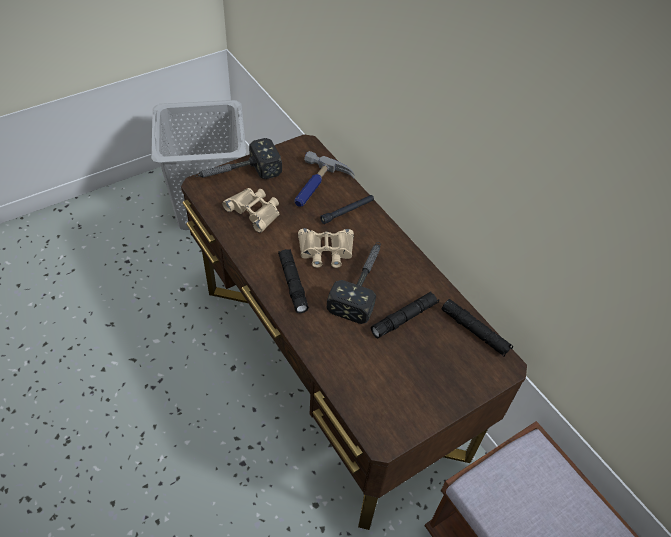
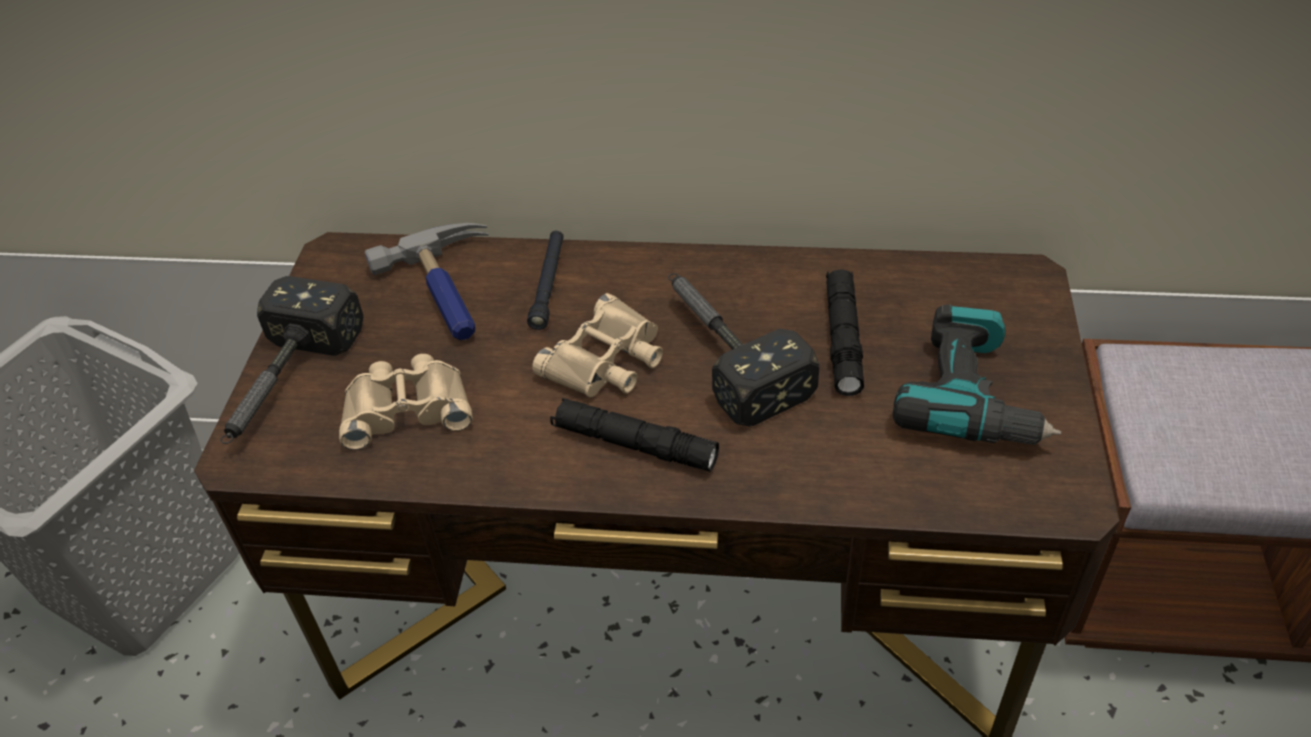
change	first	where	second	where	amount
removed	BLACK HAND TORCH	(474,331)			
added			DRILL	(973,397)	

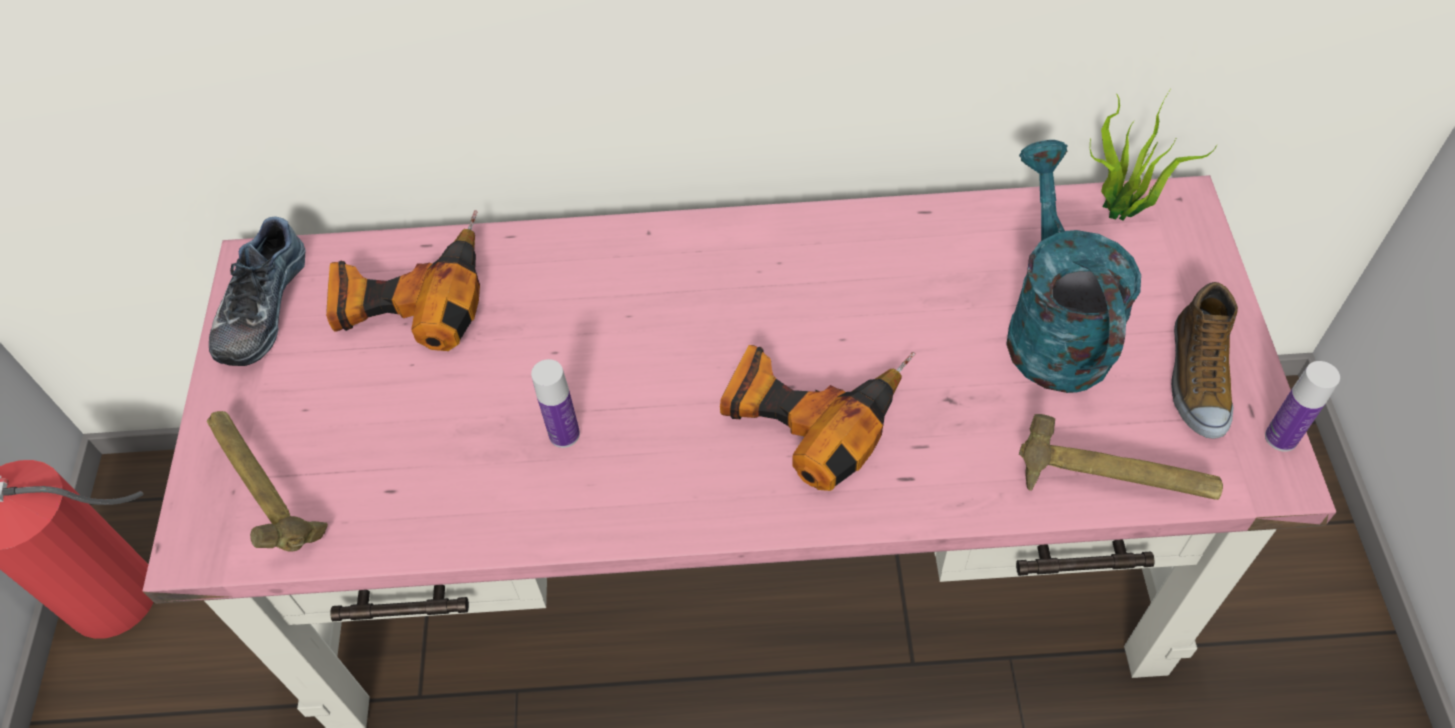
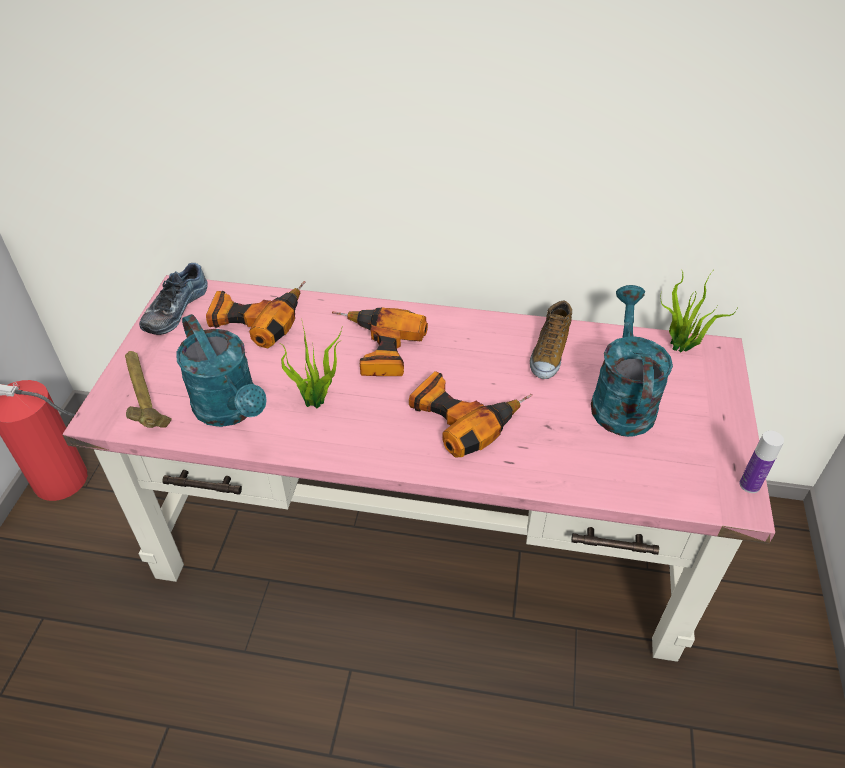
change	first	where	second	where	amount
replaced	DRINK BOTTLE	(564,434)	HOUSEPLANT	(317,401)	
removed	HAND HAMMER	(1112,484)			
moved	ITEM OF FOOTWEAR	(1196,378)		(548,353)	
added			TURQUOISE-COLOURED SPRINKLING CAN	(231,410)	
added			DRILL	(378,350)	

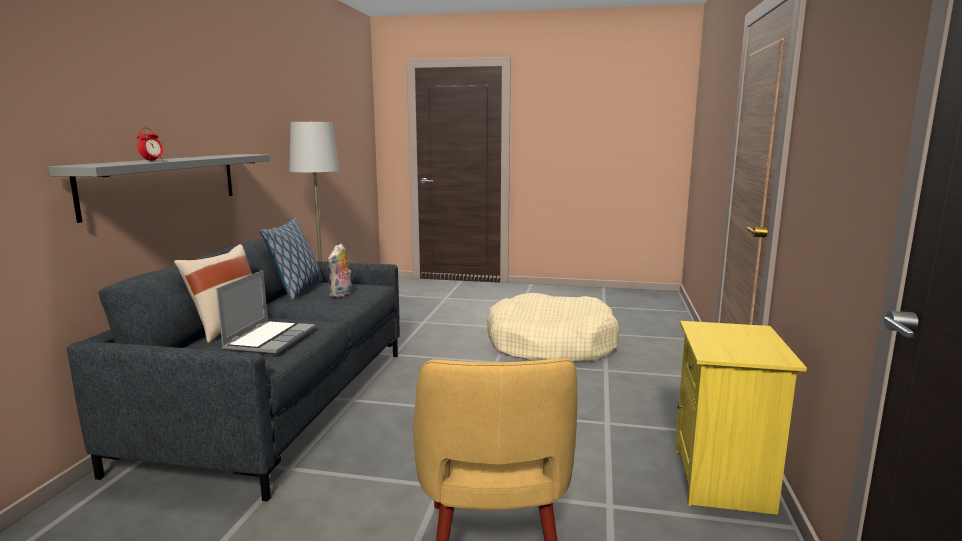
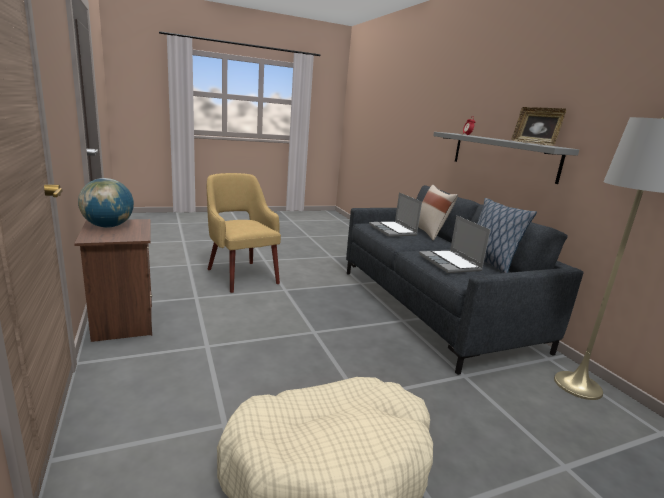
change	first	where	second	where	amount
replaced	CUDDLY TOY	(341,294)	PORTABLE COMPUTER	(450,263)	
recoloured	YELLOW BEDSIDE TABLE	(724,480)	BROWN BEDSIDE TABLE	(122,322)	
added			DESK GLOBE	(108,226)	
added			PICTURE FRAME	(534,143)	

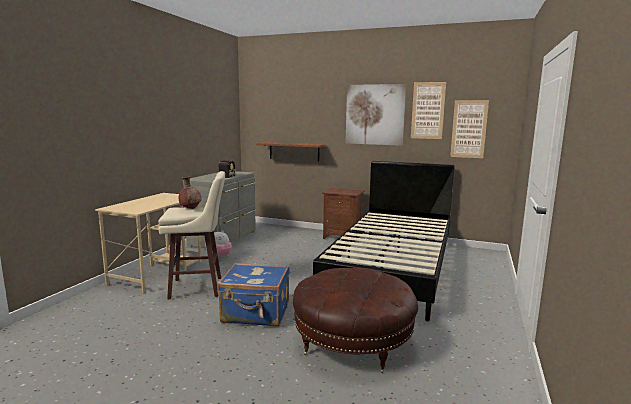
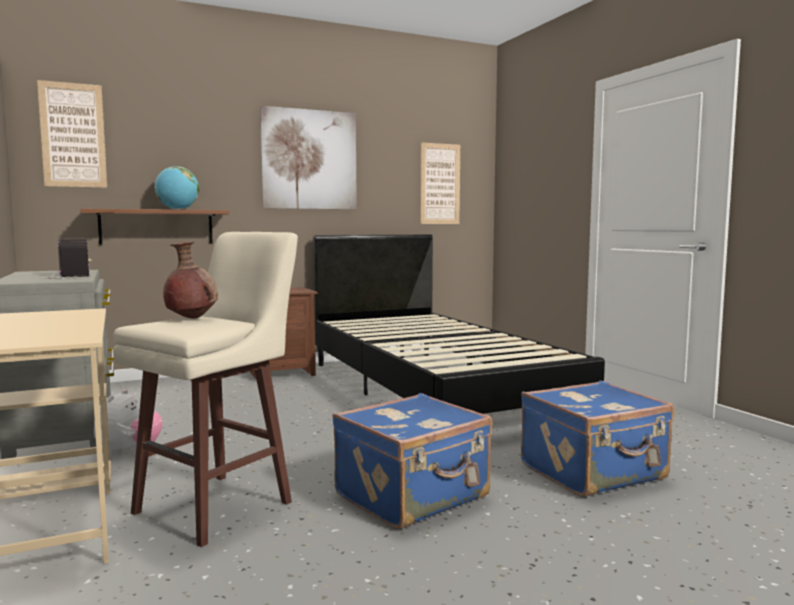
change	first	where	second	where	amount
replaced	BROWN FOOTREST	(352,342)	BLUE PIECE OF LUGGAGE	(594,472)	
moved	PICTURE	(428,110)		(73,135)	
added			DESK GLOBE	(178,209)	

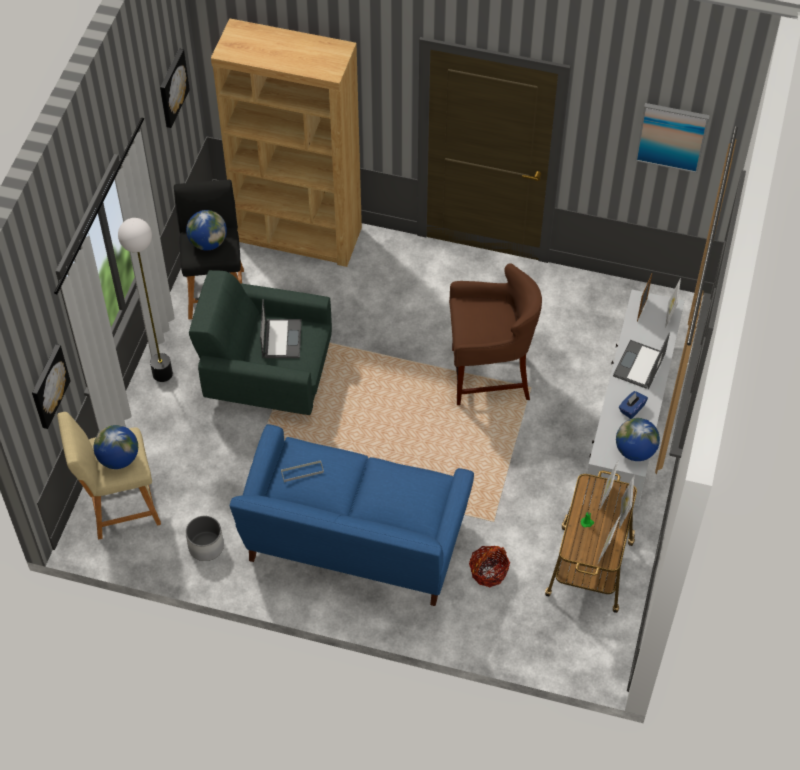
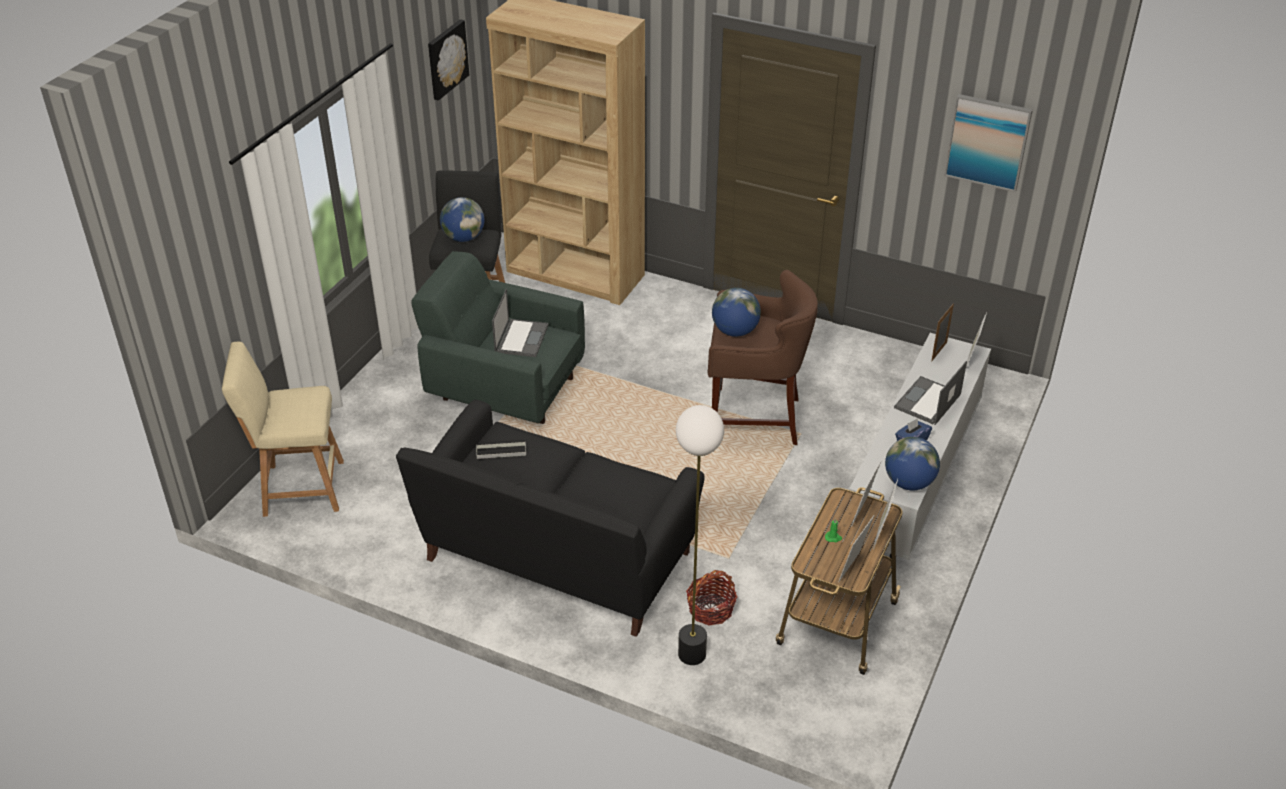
change	first	where	second	where	amount
removed	PICTURE	(48,385)			
moved	DESK GLOBE	(119,458)		(735,331)	
moved	STANDING LAMP	(162,374)		(691,654)	
removed	WHITE-COLOURED PLANTER	(206,546)			
recoloured	BLUE SETTEE	(354,543)	BLACK SETTEE	(555,558)	

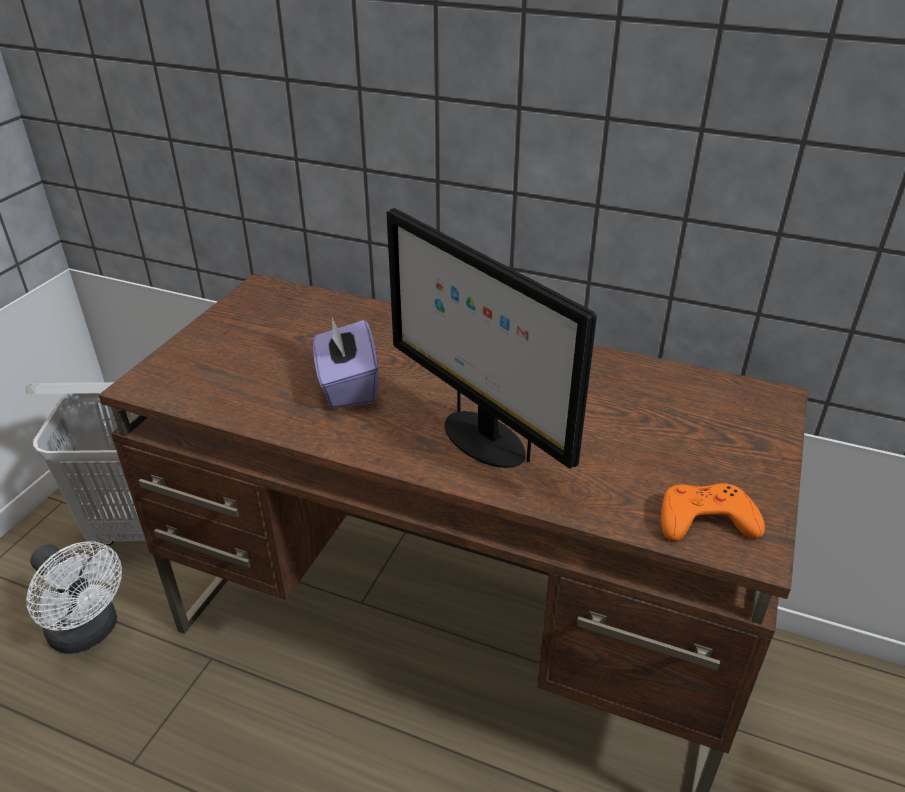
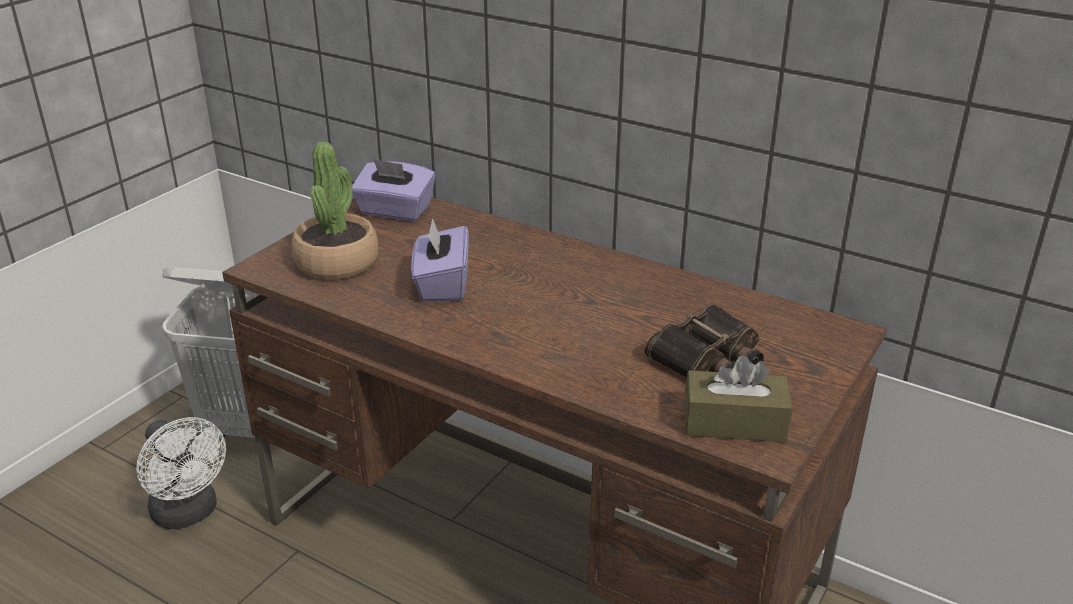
change	first	where	second	where	amount
removed	COMPUTER SCREEN	(481,438)			
replaced	ORANGE-COLOURED JOYPAD	(705,520)	BROWN BOX OF TISSUES	(734,423)	
added			HOUSEPLANT	(337,262)	
added			PURPLE-COLOURED BOX OF TISSUES	(395,211)	
added			PAIR OF BINOCULARS	(709,359)	

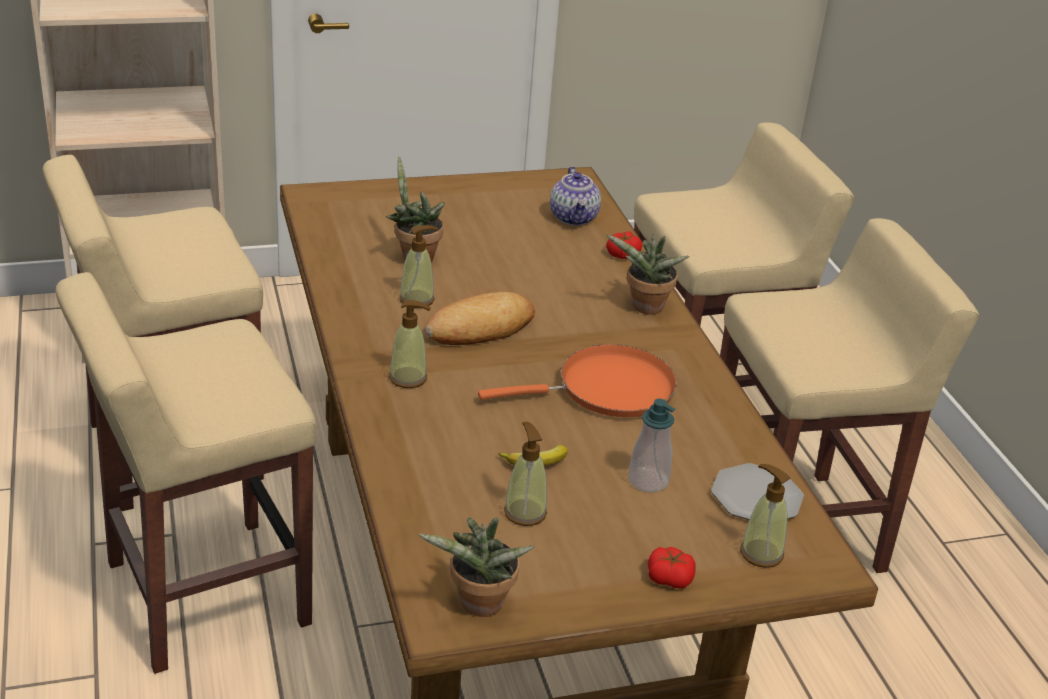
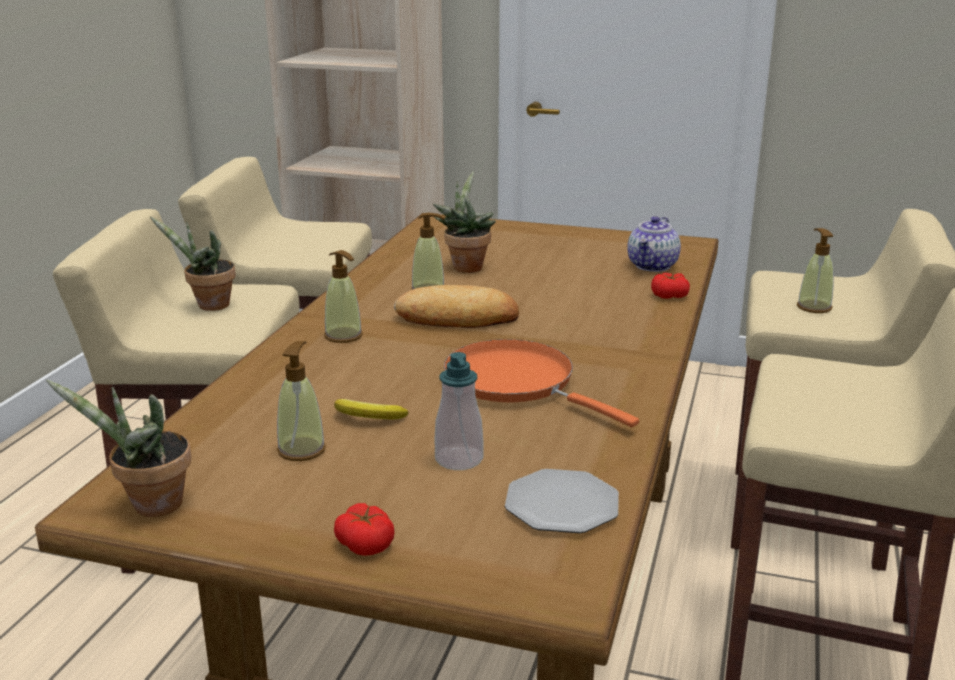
change	first	where	second	where	amount
turned	ORANGE-COLOURED PAN	(607,389)		(516,383)	150 degrees counterclockwise
moved	HOUSEPLANT	(644,308)		(208,306)	
moved	LIQUID SOAP BOTTLE	(761,553)		(814,307)	

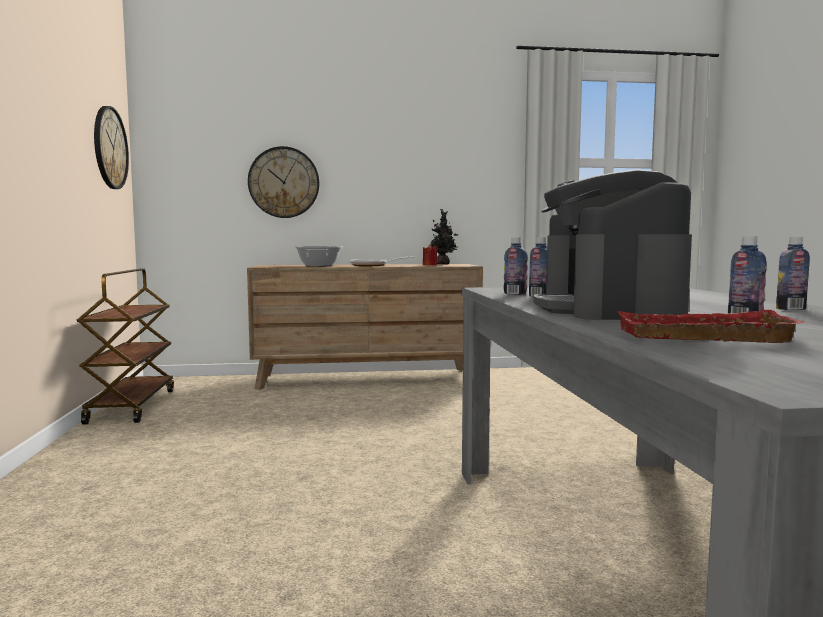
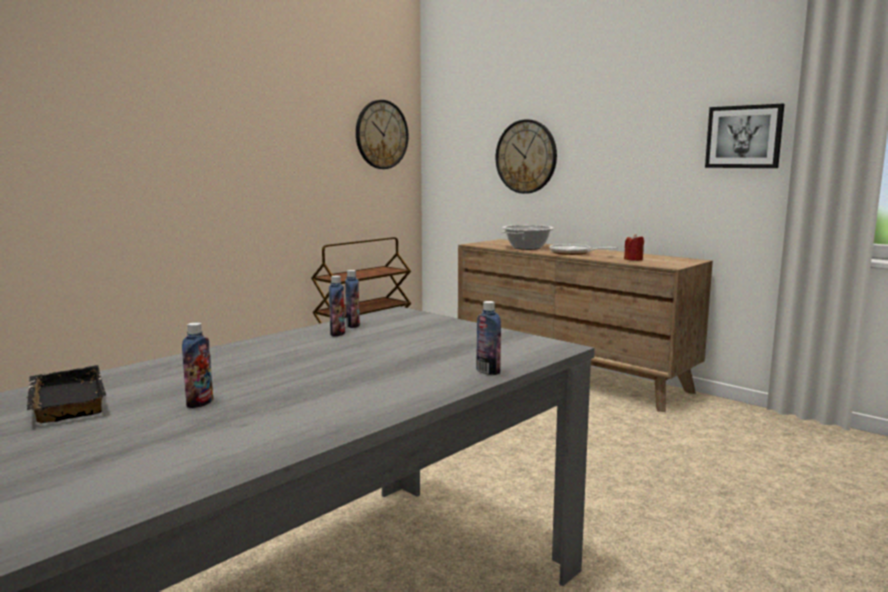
change	first	where	second	where	amount
removed	HOUSEPLANT	(444,264)			
removed	COFFEE MAKER	(608,309)			
recoloured	RED-COLOURED TRAY	(700,338)	BLACK TRAY	(63,401)	
moved	DRINK BOTTLE	(790,309)		(488,371)	
added			PICTURE	(744,137)	

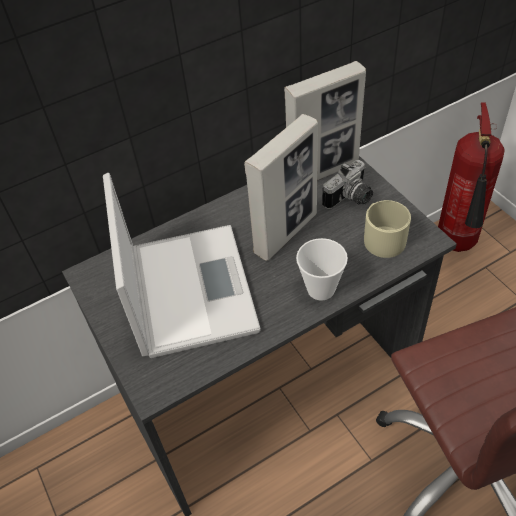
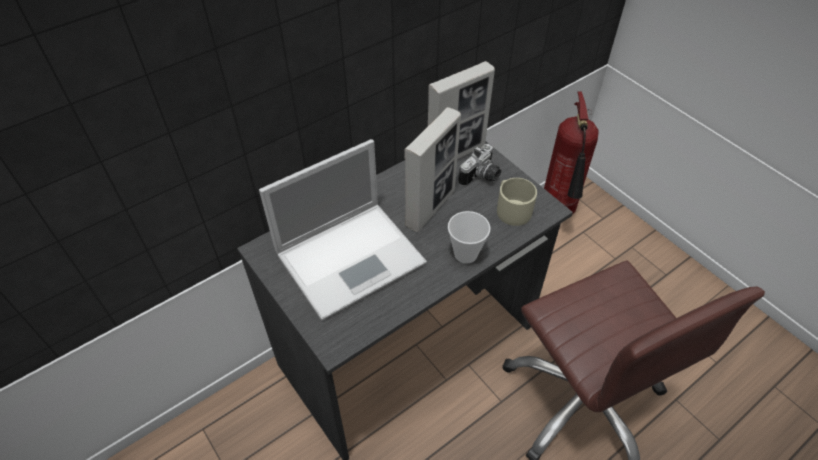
change	first	where	second	where	amount
turned	PORTABLE COMPUTER	(188,287)		(352,257)	75 degrees clockwise

